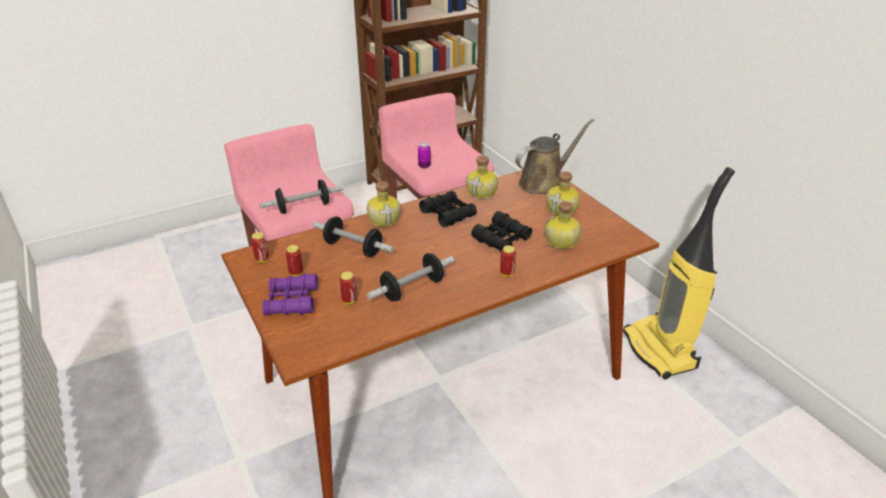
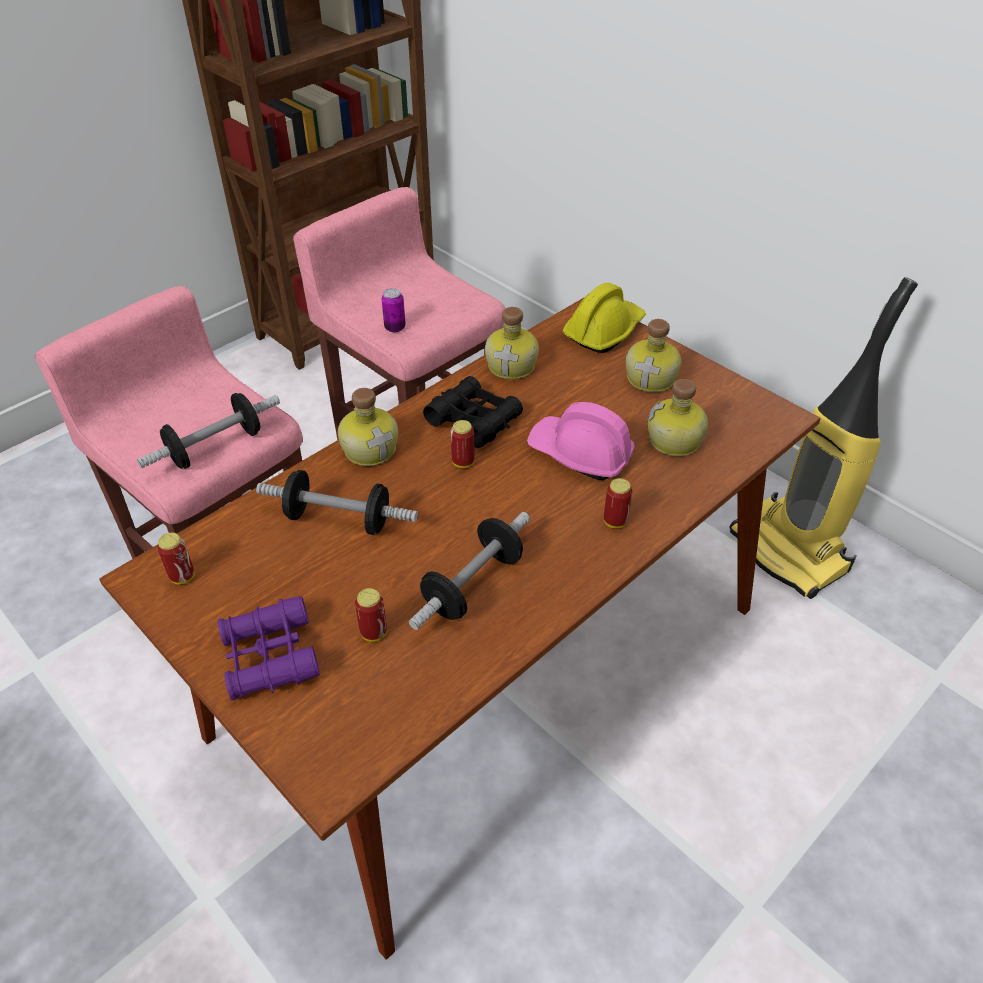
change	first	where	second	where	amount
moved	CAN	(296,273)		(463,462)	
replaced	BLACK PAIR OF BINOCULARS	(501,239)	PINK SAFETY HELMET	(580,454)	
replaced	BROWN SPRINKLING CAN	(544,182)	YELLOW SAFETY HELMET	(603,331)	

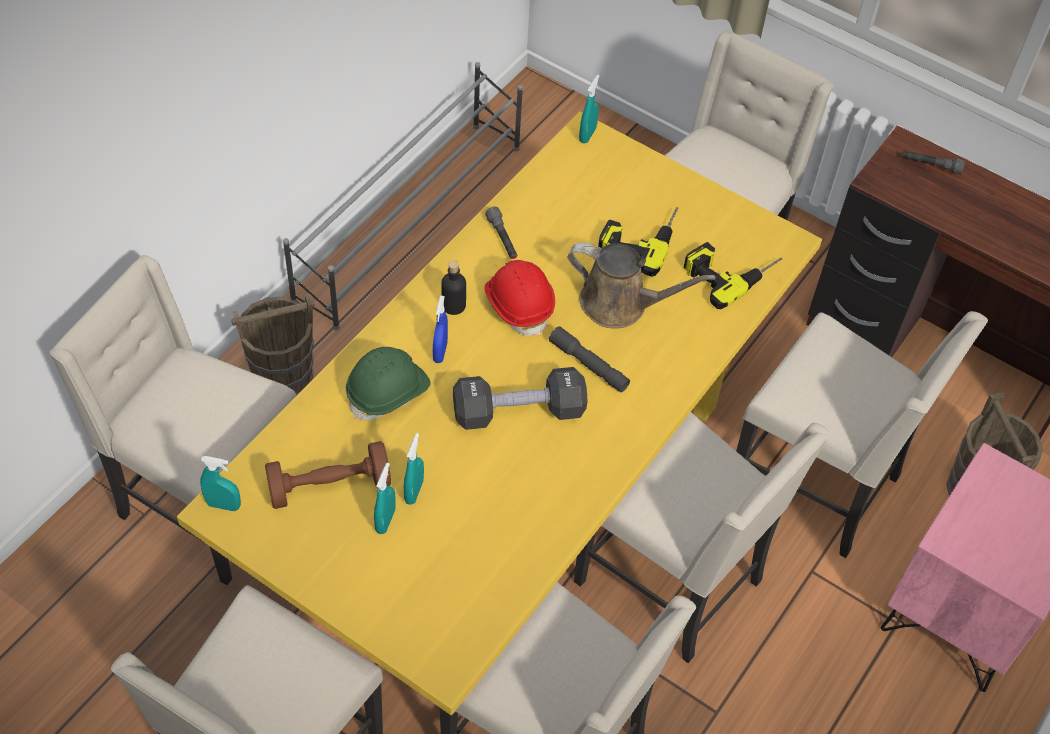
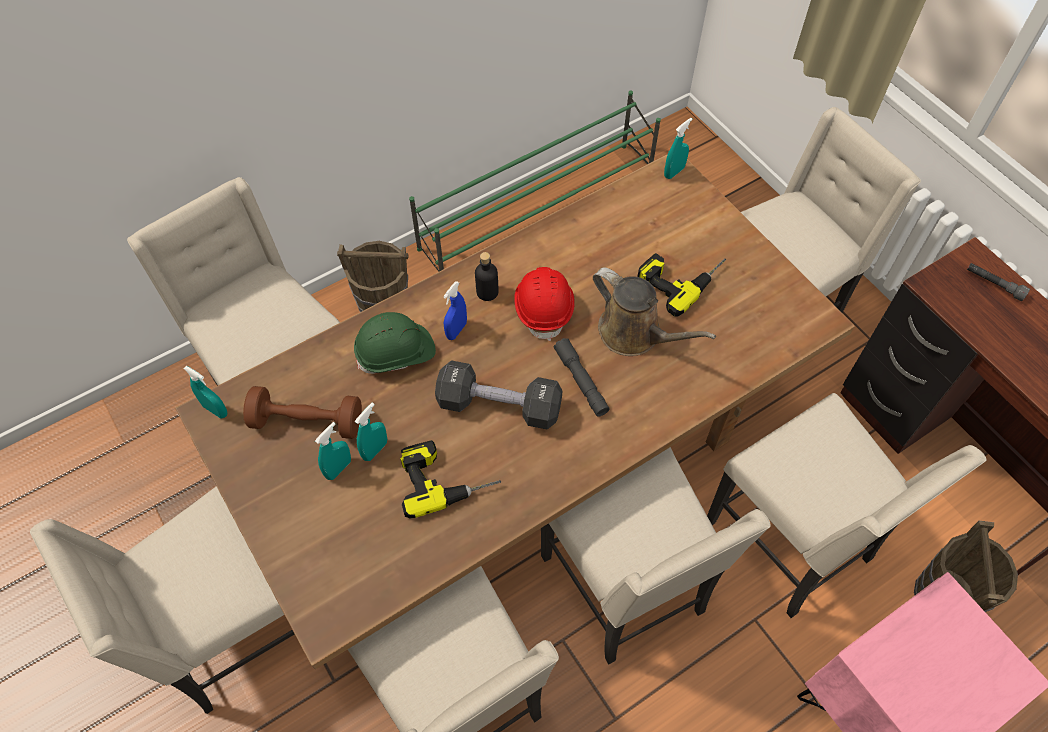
change	first	where	second	where	amount
recoloured	YELLOW KITCHEN TABLE	(515,494)	BROWN KITCHEN TABLE	(525,463)	
recoloured	GREY SHOE SHELF	(411,221)	GREENISH SHOE SHELF	(539,210)	
removed	GREY HAND TORCH	(502,239)			
moved	DRILL	(730,271)		(446,476)	

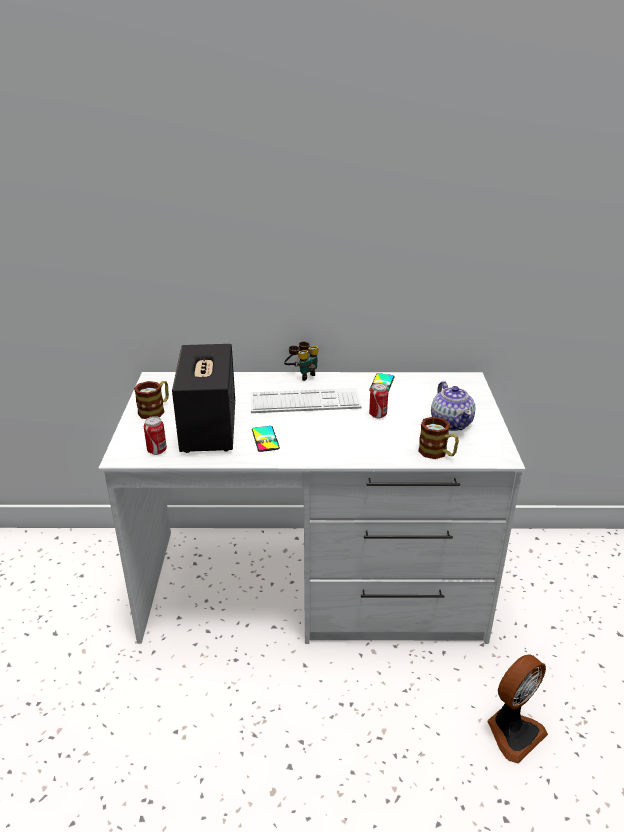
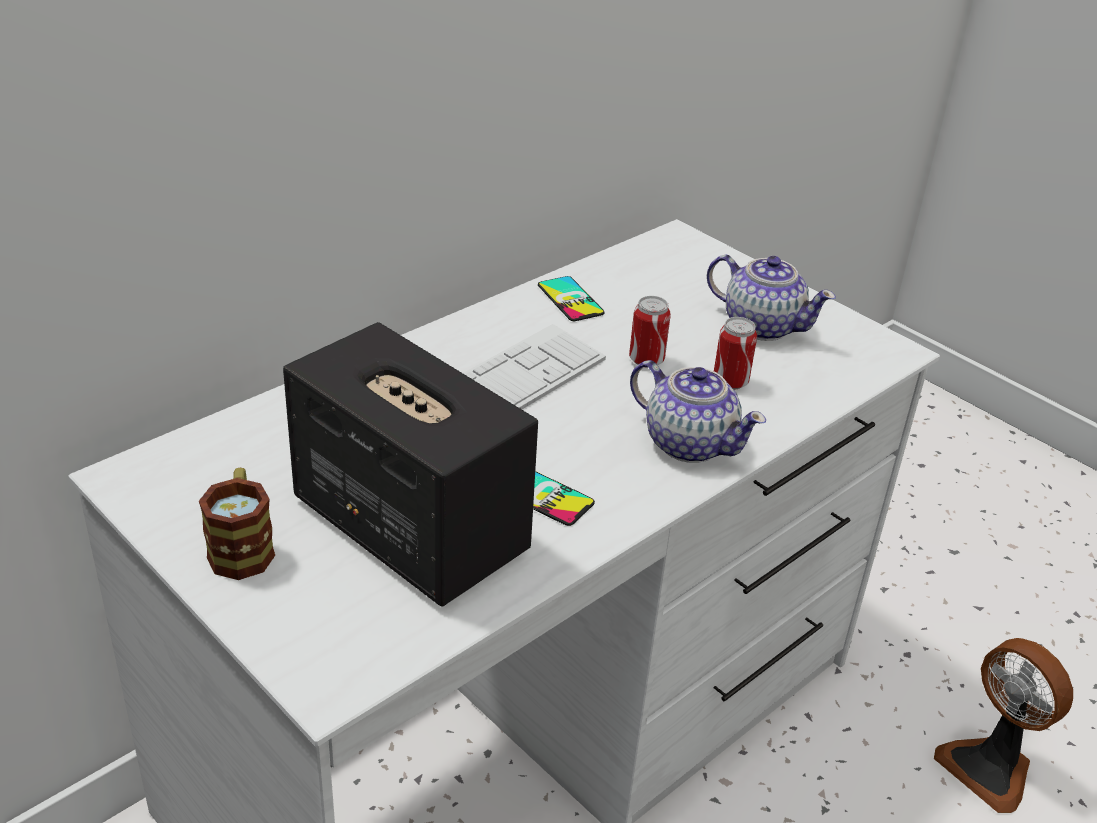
change	first	where	second	where	amount
moved	CAN	(157,450)		(730,382)	
removed	PAIR OF BINOCULARS	(302,374)			
removed	MUG	(437,453)			
turned	COOLING FAN	(513,731)		(990,767)	135 degrees clockwise
added			POT FOR TEA	(689,443)	

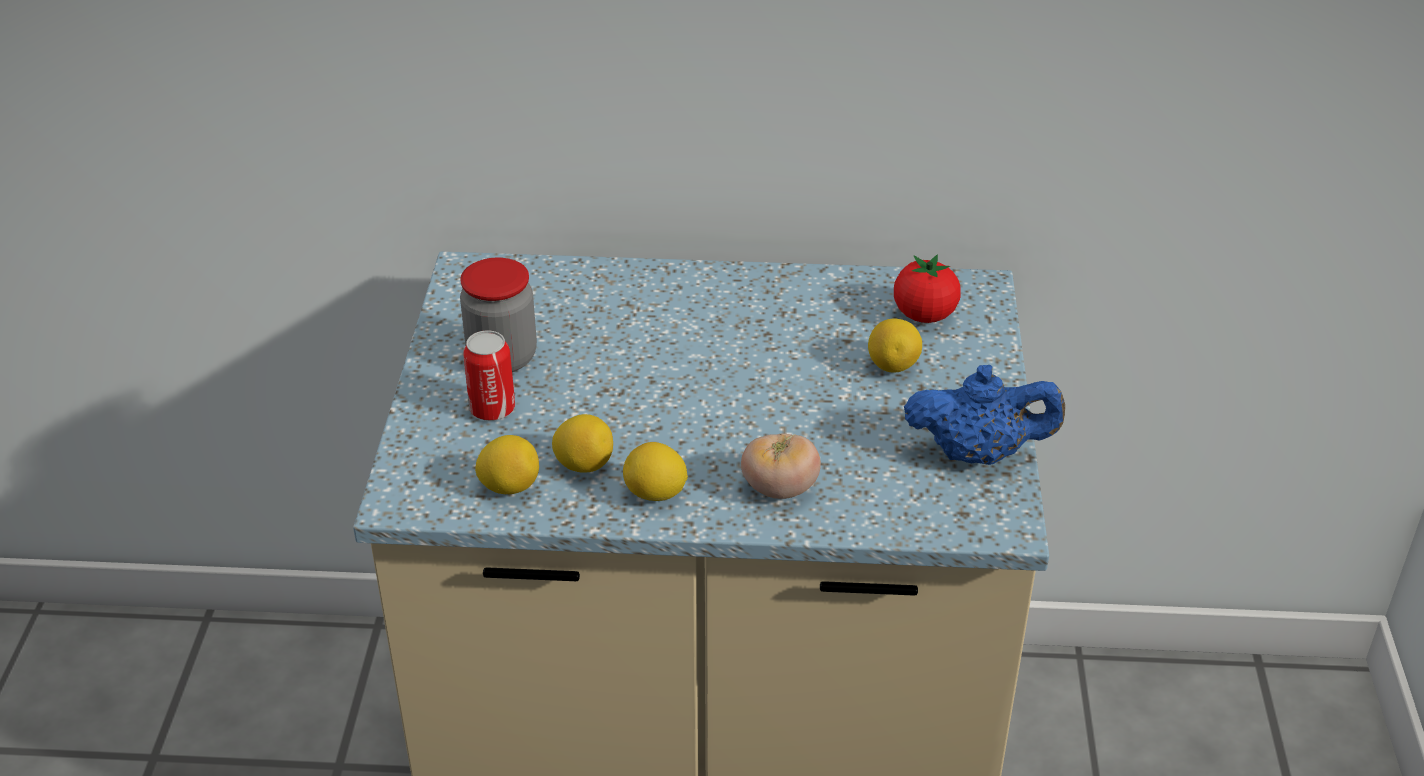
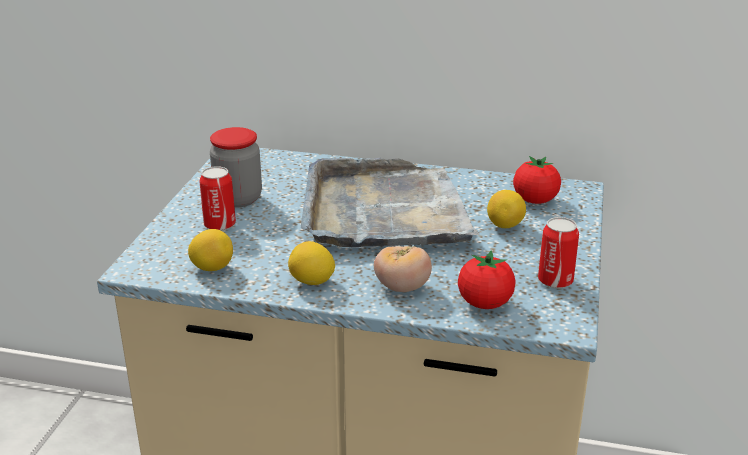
change	first	where	second	where	amount
removed	WHOLE LEMON	(584,465)			
replaced	BLUE POT FOR TEA	(978,453)	CAN	(555,281)	
added			GREY TRAY	(384,211)	
added			WHOLE TOMATO	(484,303)	

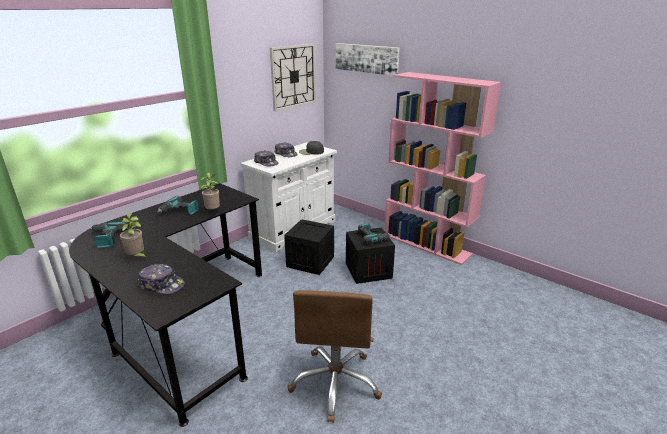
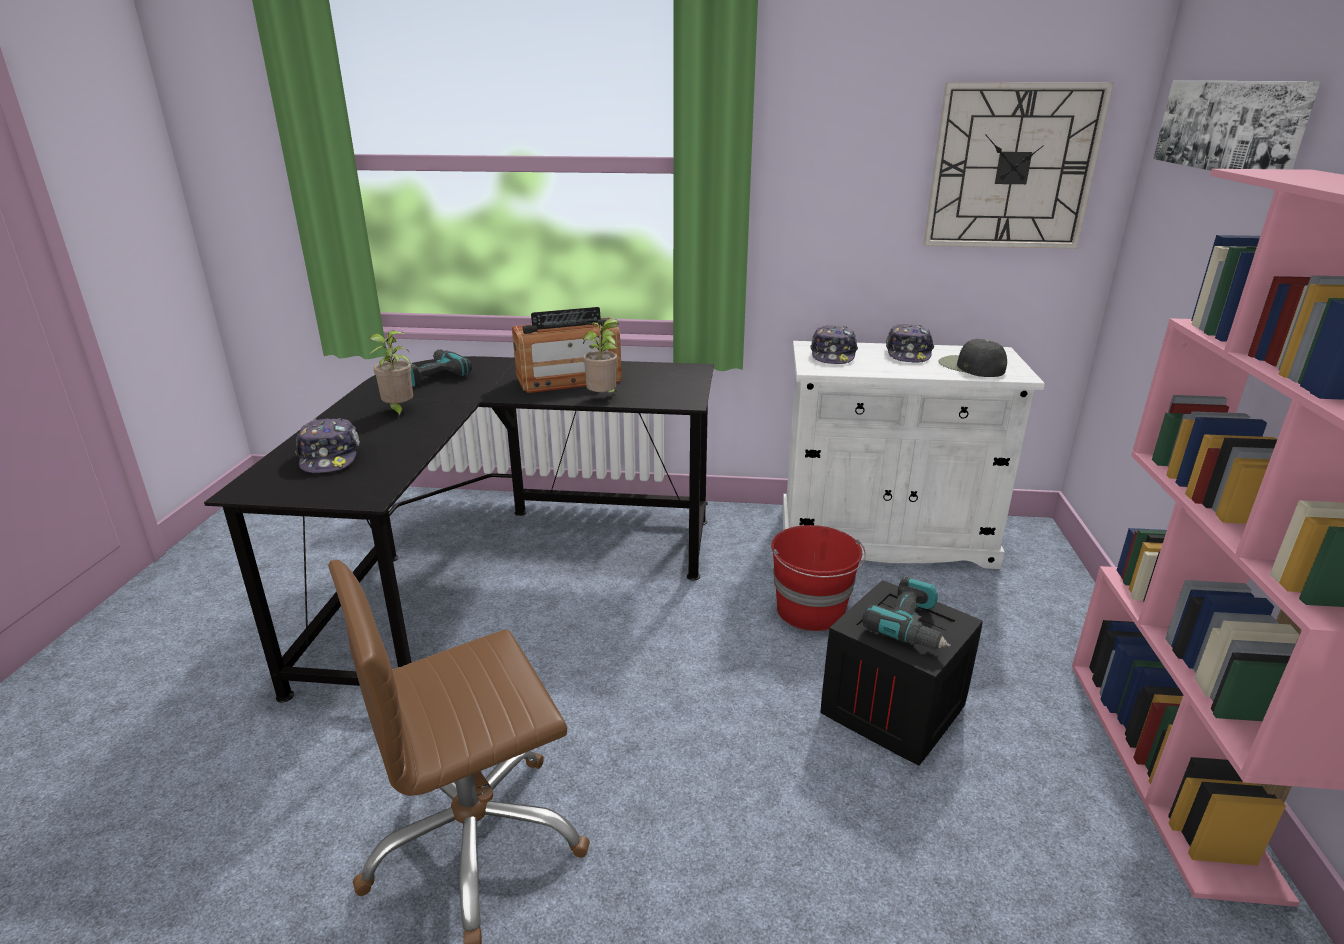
change	first	where	second	where	amount
replaced	DRILL	(179,211)	RADIO	(569,380)	
replaced	SHIPPING CRATE	(310,261)	RED-COLOURED WATER BUCKET	(811,611)	

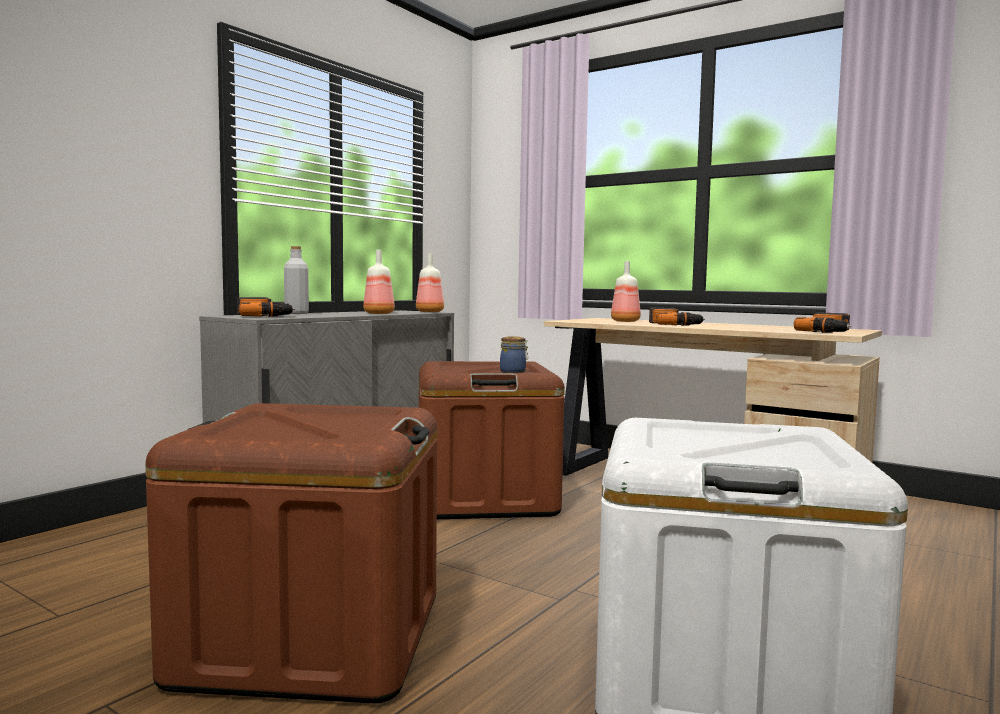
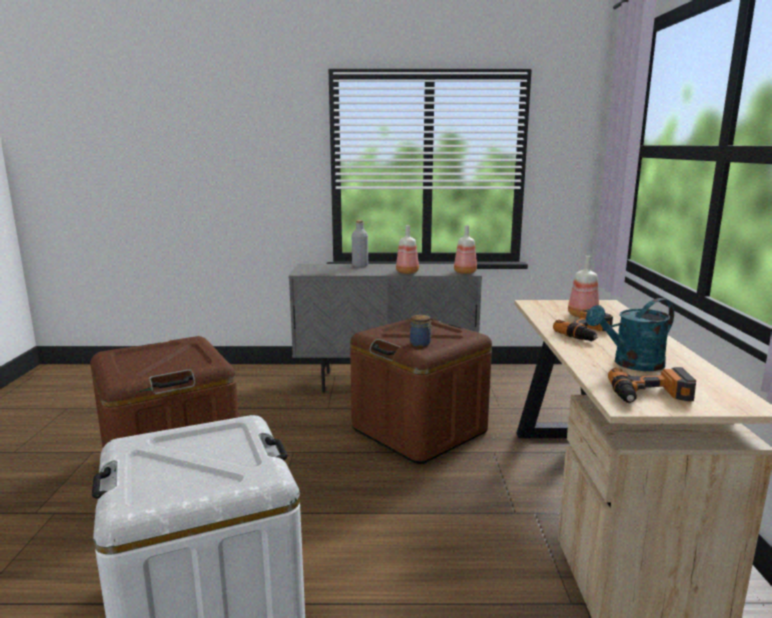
change	first	where	second	where	amount
removed	DRILL	(263,315)			
added			TURQUOISE-COLOURED SPRINKLING CAN	(631,364)	

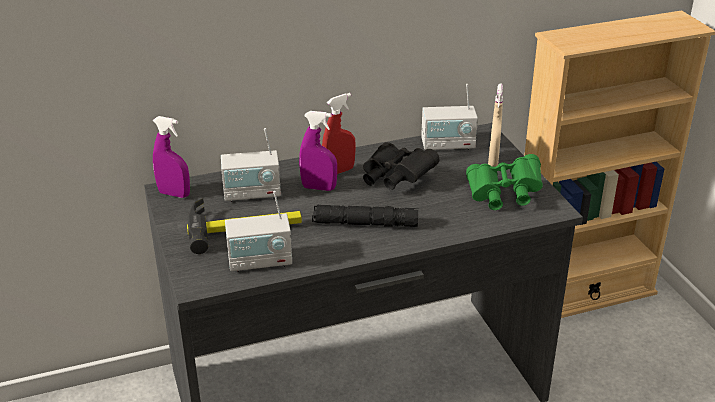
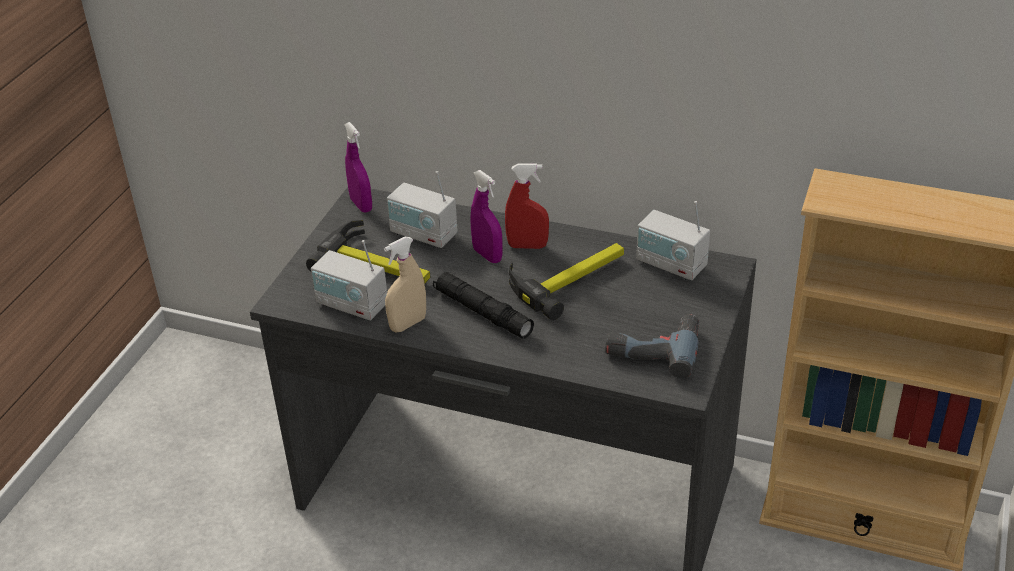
change	first	where	second	where	amount
replaced	BLACK PAIR OF BINOCULARS	(395,178)	HAND HAMMER	(570,278)	
replaced	GREENISH PAIR OF BINOCULARS	(503,195)	DRILL	(653,347)	
moved	SAND-COLOURED HAND SPRAYER	(493,160)		(408,324)	

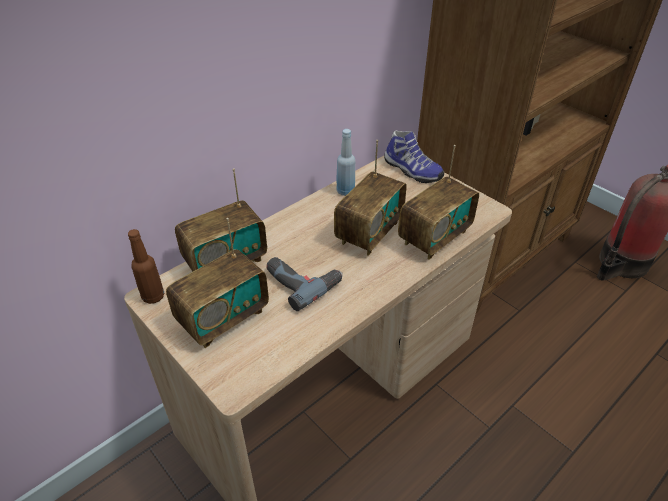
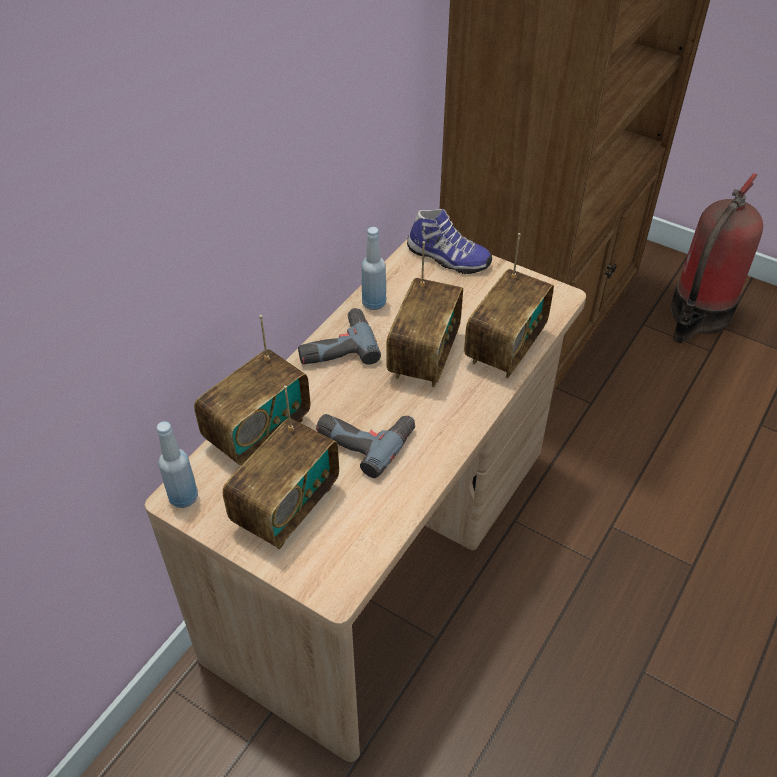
change	first	where	second	where	amount
recoloured	BROWN DRINK BOTTLE	(153,296)	BLUE DRINK BOTTLE	(183,498)	
added			DRILL	(335,345)	

